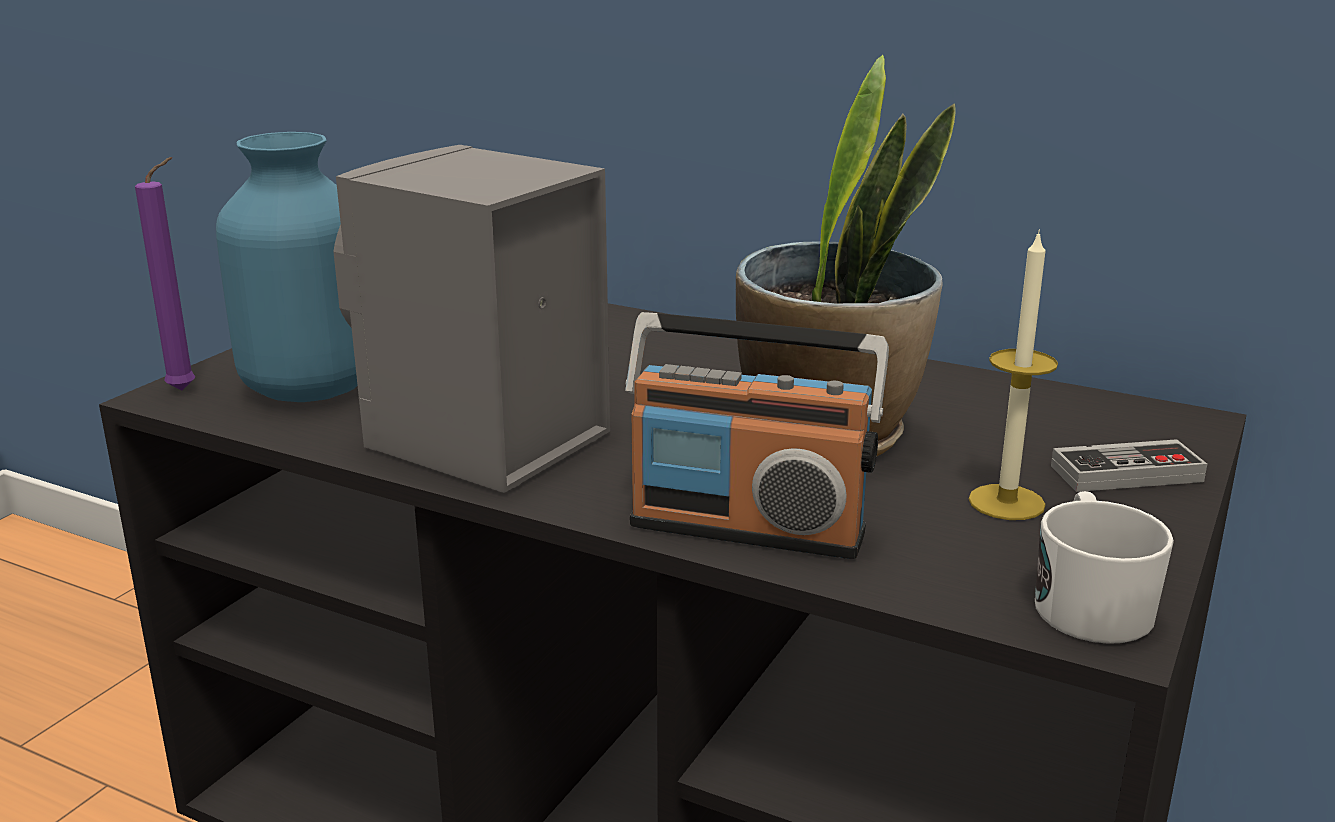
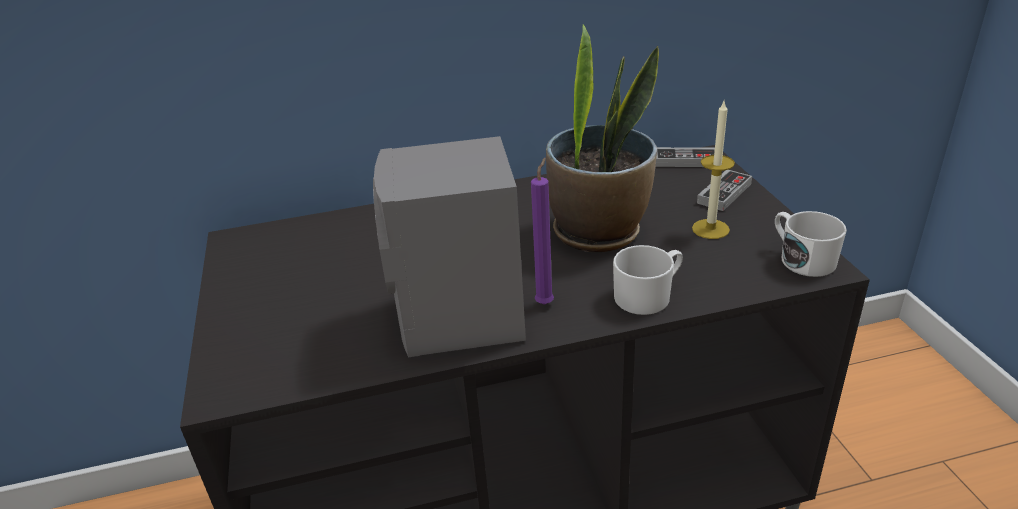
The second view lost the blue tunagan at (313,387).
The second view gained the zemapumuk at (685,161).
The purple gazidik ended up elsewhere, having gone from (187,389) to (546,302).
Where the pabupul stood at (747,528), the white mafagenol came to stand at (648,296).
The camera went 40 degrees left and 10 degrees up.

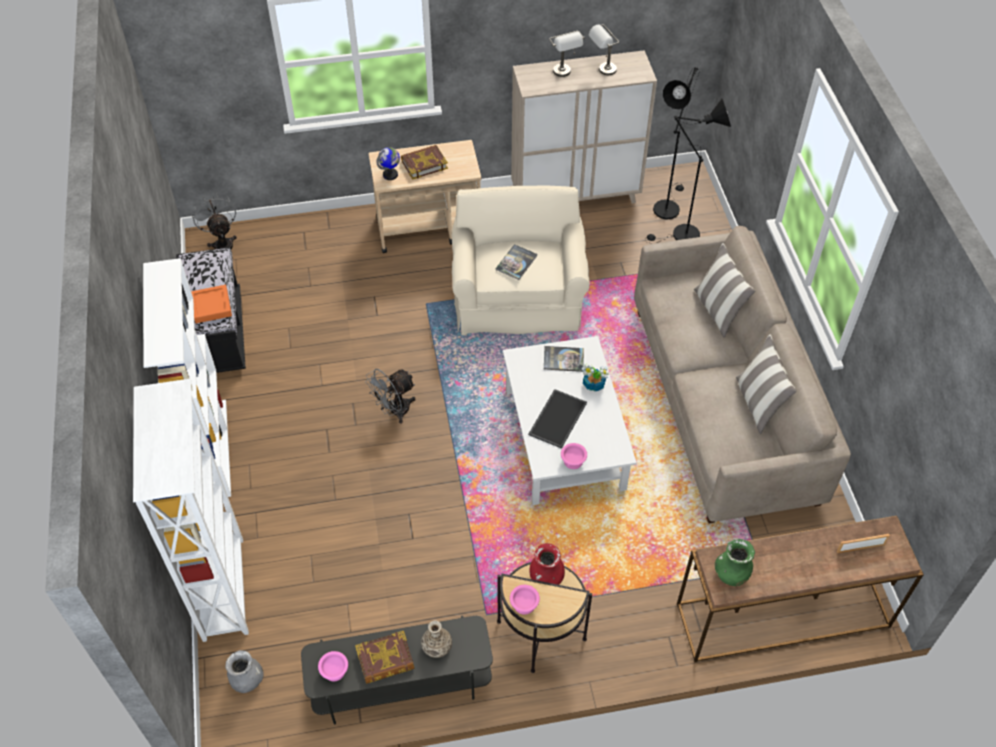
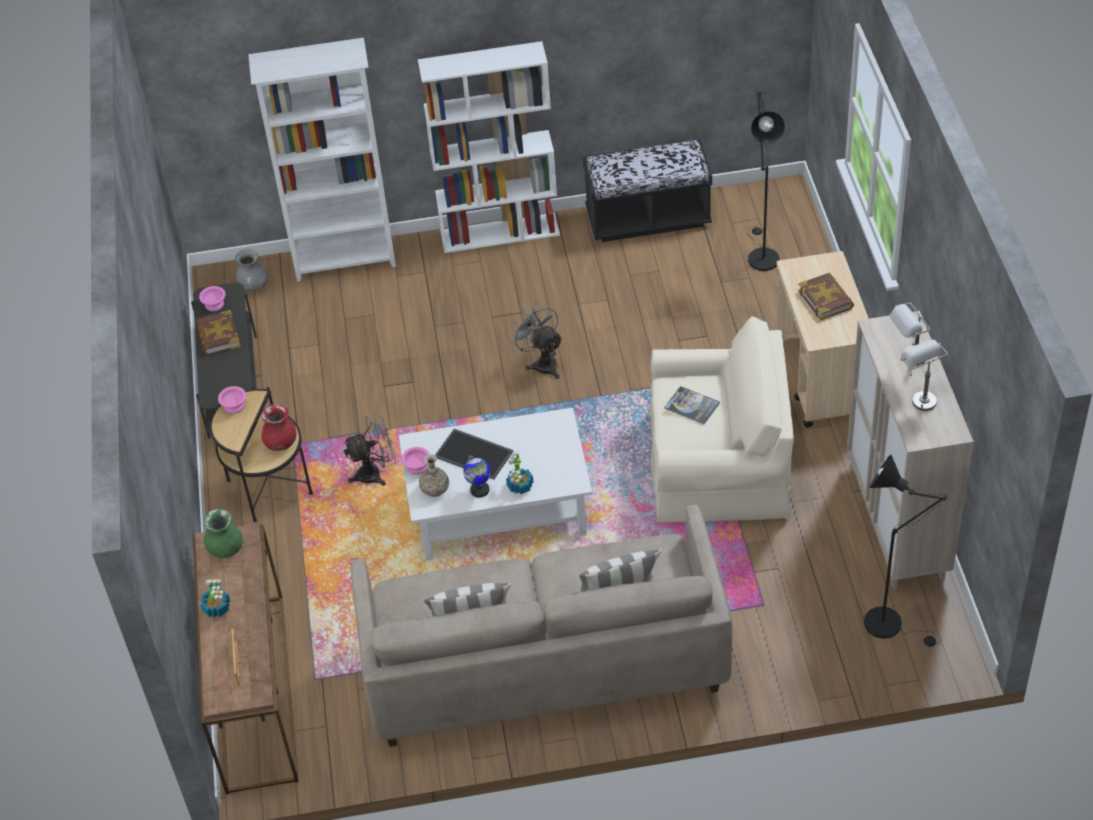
The second view lost the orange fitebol at (211,306).
The second view lost the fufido at (563,359).
The second view gained the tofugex at (217,607).
The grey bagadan ended up elsewhere, having gone from (222,243) to (375,473).
The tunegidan ended up elsewhere, having gone from (390,175) to (479,490).
The tunagan ended up elsewhere, having gone from (436,646) to (434,489).
The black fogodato ended up elsewhere, having gone from (681,236) to (761,255).
The camera went 95 degrees right and 5 degrees down.

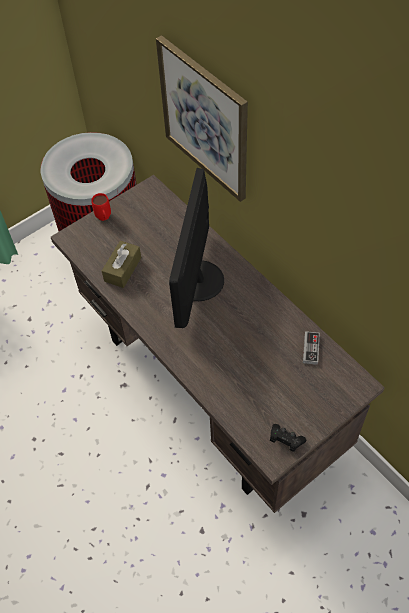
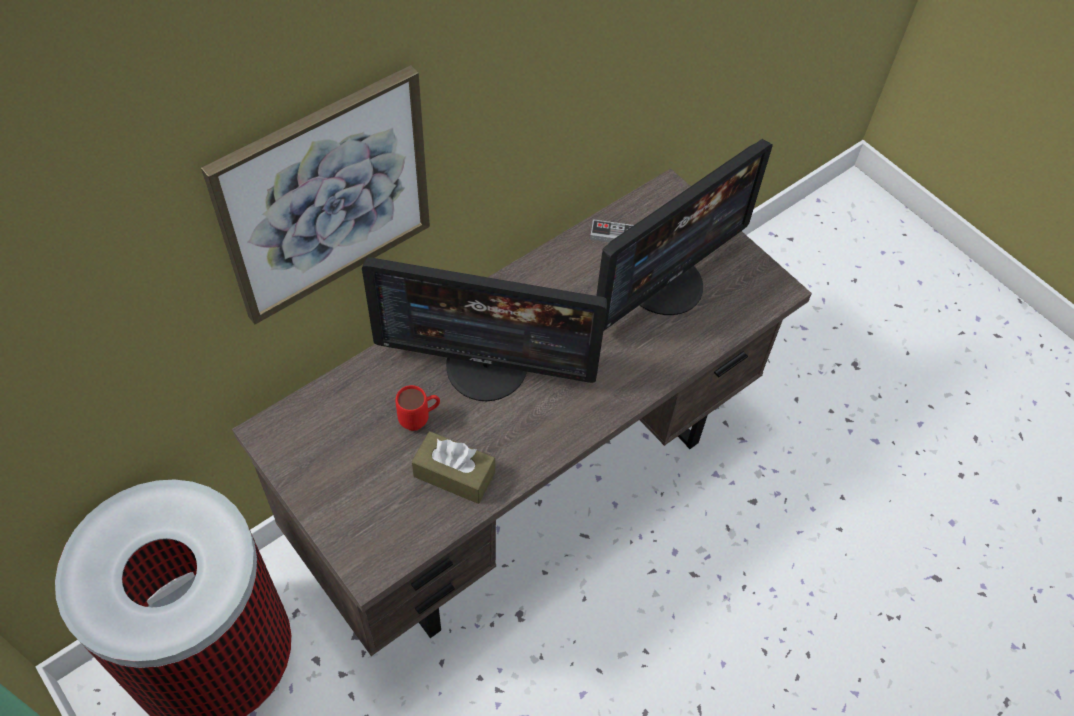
The second view lost the black zemapumuk at (285,440).
The second view gained the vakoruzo at (665,283).
The red mafagenol ended up elsewhere, having gone from (104,218) to (420,420).
The camera went 95 degrees left and 0 degrees up.

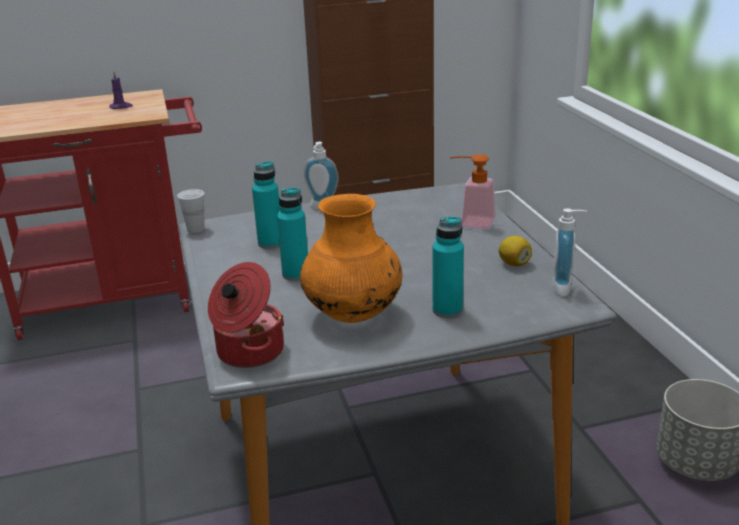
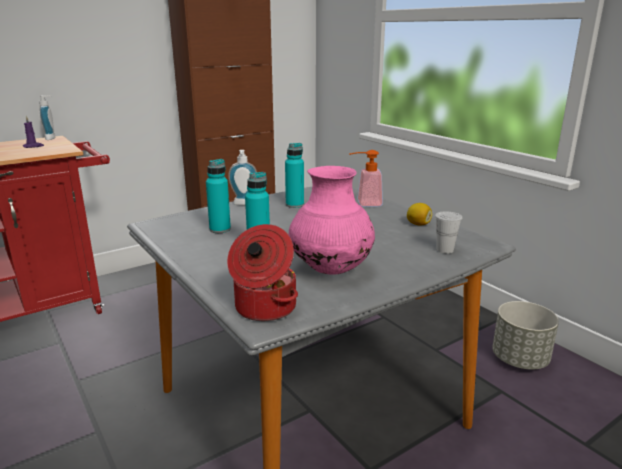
The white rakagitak ended up elsewhere, having gone from (195,229) to (445,250).
The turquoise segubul ended up elsewhere, having gone from (447,310) to (294,205).
The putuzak ended up elsewhere, having gone from (565,288) to (52,138).
What was the orange tunagan at (353,315) turned into the pink tunagan at (331,270).
The camera went 20 degrees left and 5 degrees down.

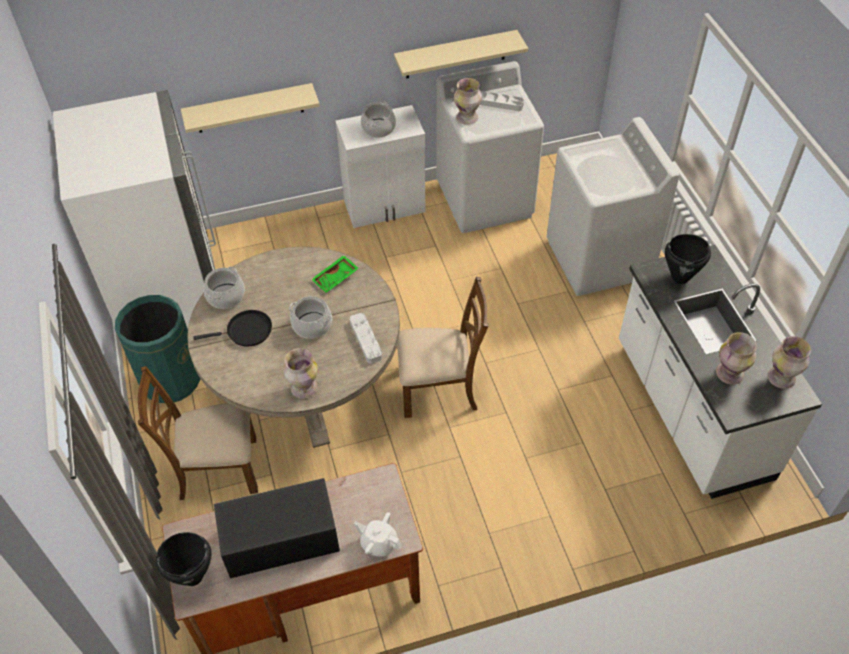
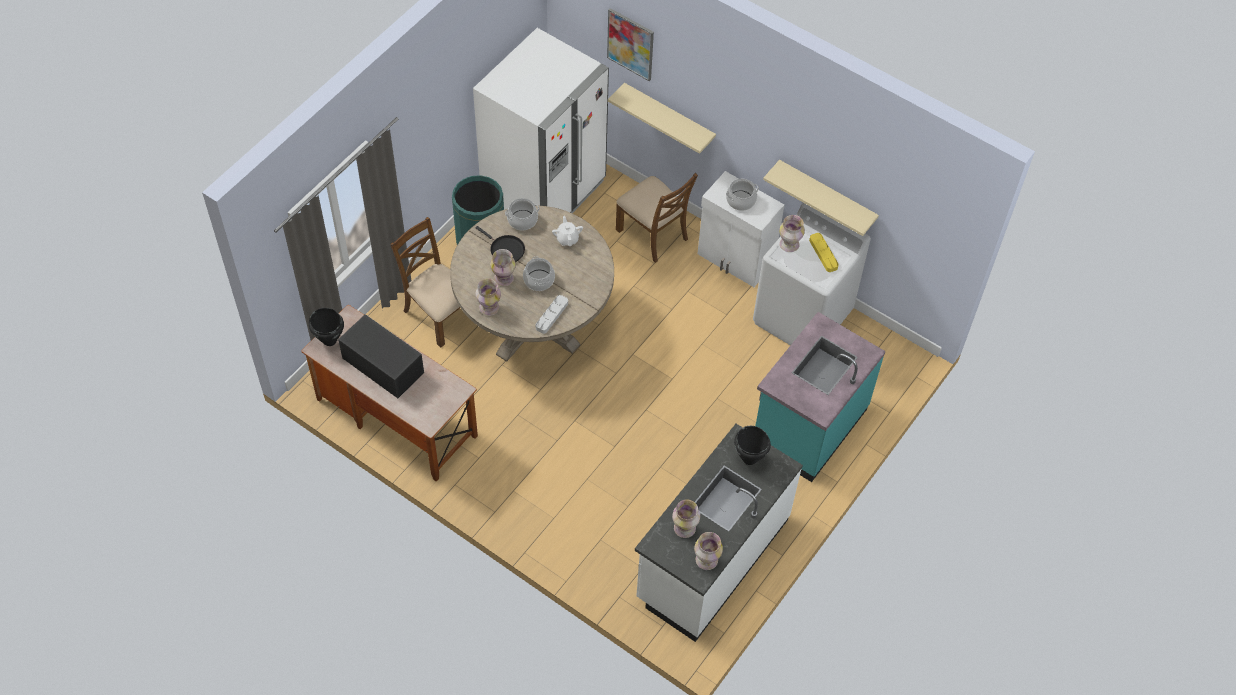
The second view lost the green fitebol at (336,278).
The second view gained the tunagan at (504,278).
The second view gained the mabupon at (630,44).
The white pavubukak ended up elsewhere, having gone from (379,543) to (567,239).
The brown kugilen ended up elsewhere, having gone from (439,389) to (653,234).
Where the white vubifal stood at (599,259), the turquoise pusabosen came to stand at (808,426).
What was the grey fitebol at (498,103) turned into the yellow fitebol at (823,254).
The camera went 50 degrees right and 5 degrees up.

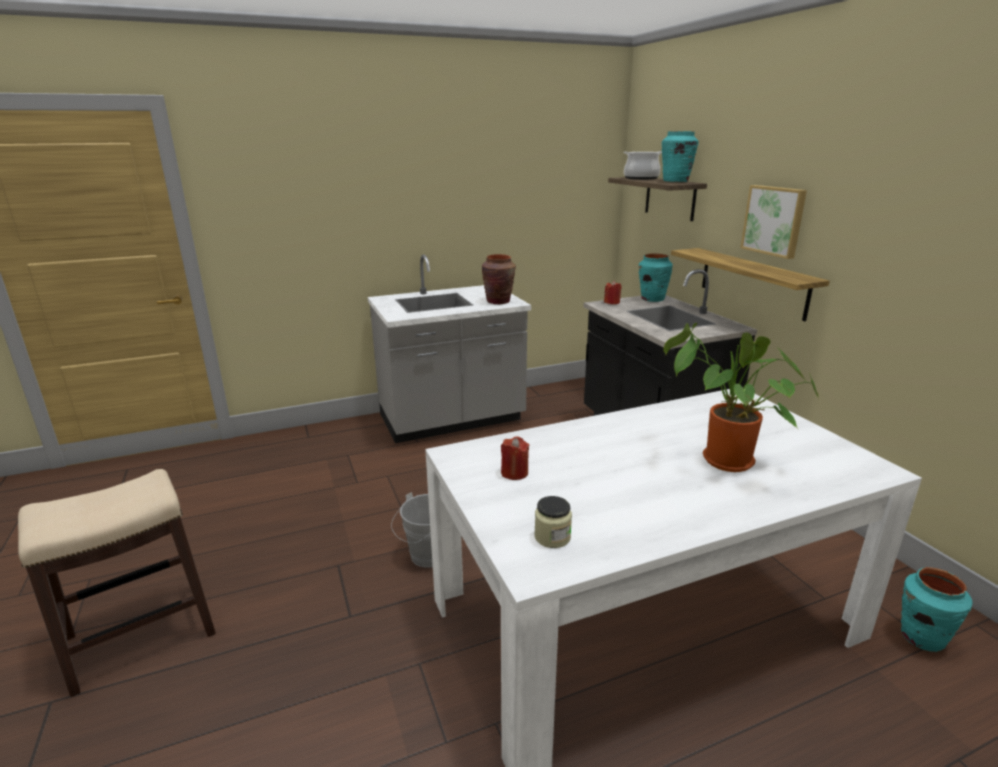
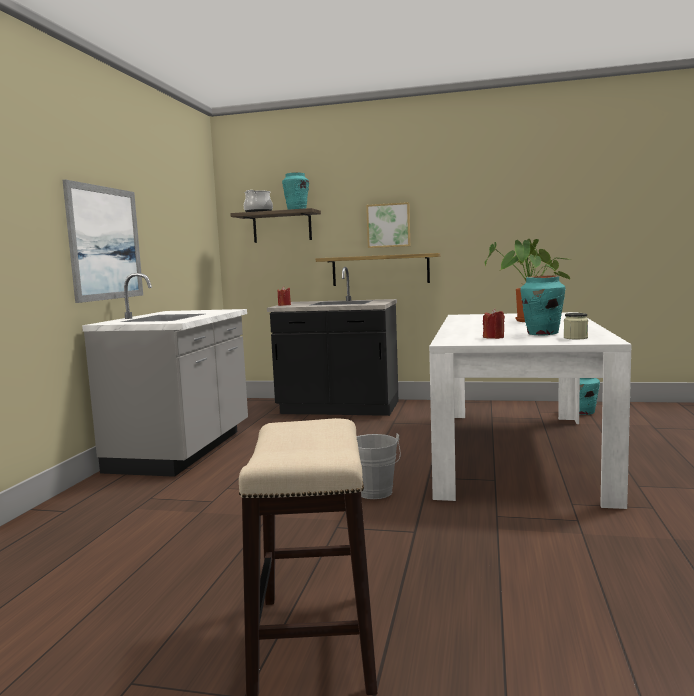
The second view lost the brown tunagan at (498,301).
The second view gained the mabupon at (105,243).
The turquoise tunagan ended up elsewhere, having gone from (652,299) to (542,333).
The camera went 55 degrees left and 15 degrees down.

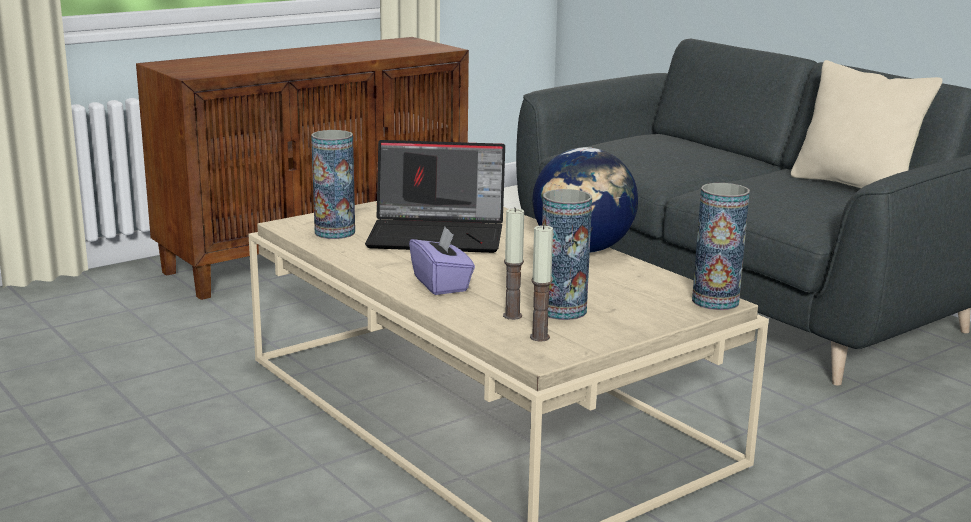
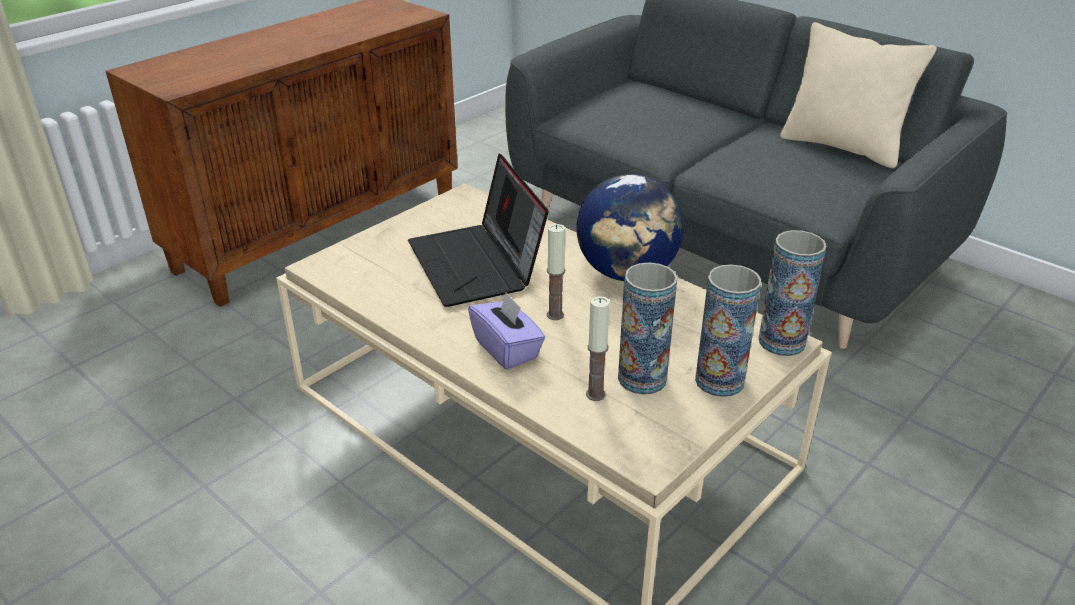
The tunagan ended up elsewhere, having gone from (335,232) to (719,381).
The gazidik ended up elsewhere, having gone from (539,337) to (555,315).
The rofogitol at (439,235) ended up facing another way, 75 degrees clockwise from before.
The camera went 10 degrees left and 15 degrees up.

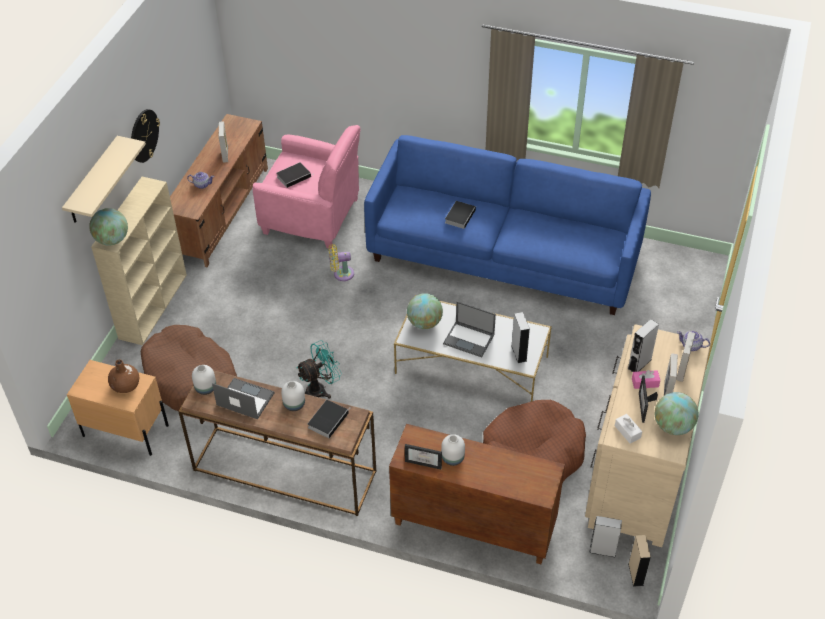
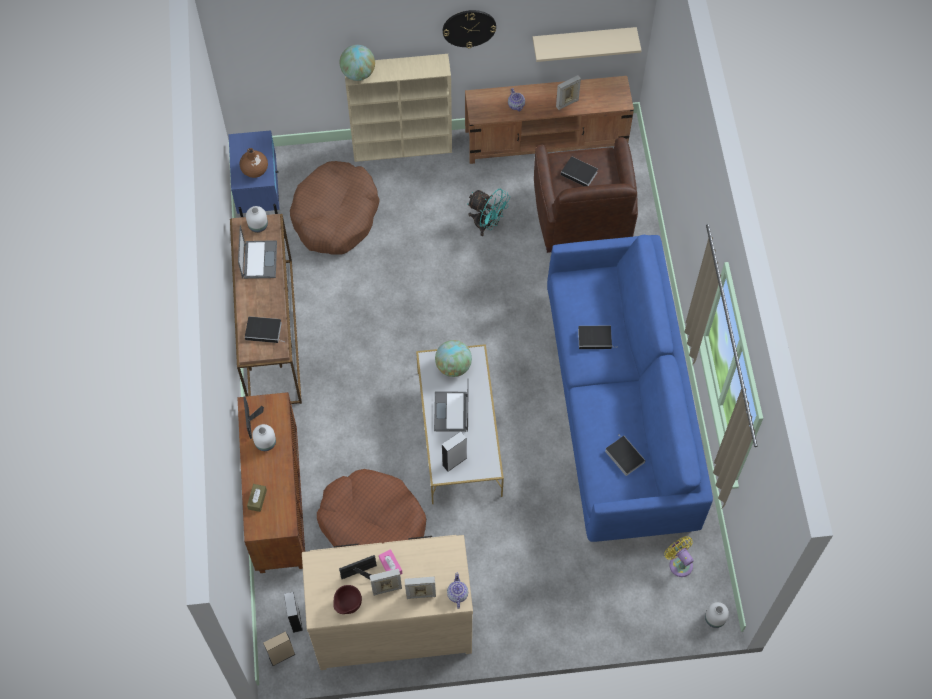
The second view lost the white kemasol at (627,432).
The second view lost the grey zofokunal at (639,364).
The second view gained the brown kemasol at (257,499).
The second view gained the fufido at (623,456).
The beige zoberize ended up elsewhere, having gone from (93,181) to (583,40).
The white tunagan ended up elsewhere, having gone from (295,404) to (715,619).
The turquoise bagadan ended up elsewhere, having gone from (320,389) to (487,224).
The yellow bagadan ended up elsewhere, having gone from (341,274) to (679,563).
Where the tunegidan stood at (673,426), the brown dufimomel came to stand at (347,605).
What was the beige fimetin at (125,430) turned into the blue fimetin at (260,197).
What was the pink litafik at (312,216) turned into the brown litafik at (582,217).
The camera went 65 degrees right and 15 degrees up.

